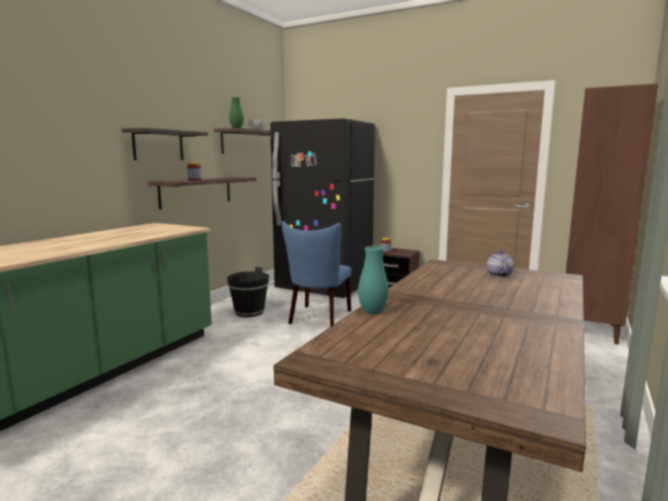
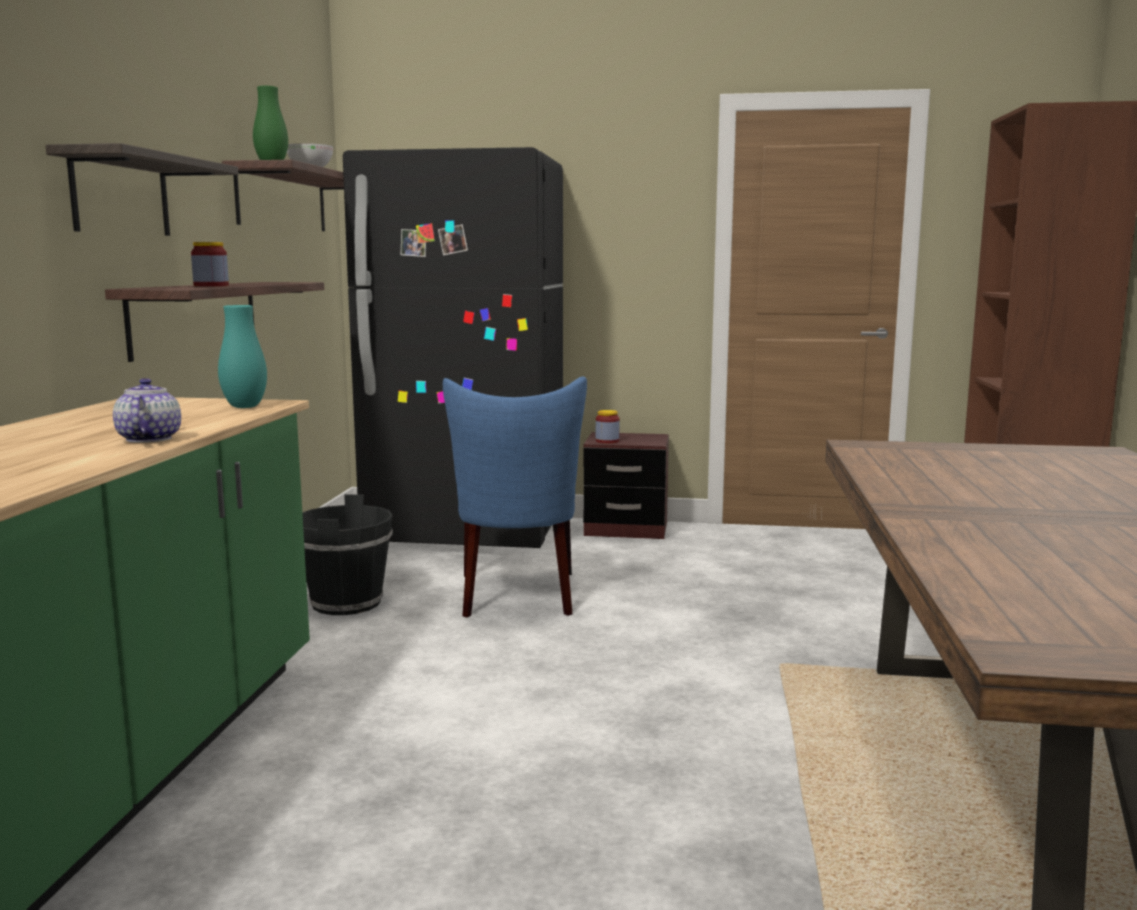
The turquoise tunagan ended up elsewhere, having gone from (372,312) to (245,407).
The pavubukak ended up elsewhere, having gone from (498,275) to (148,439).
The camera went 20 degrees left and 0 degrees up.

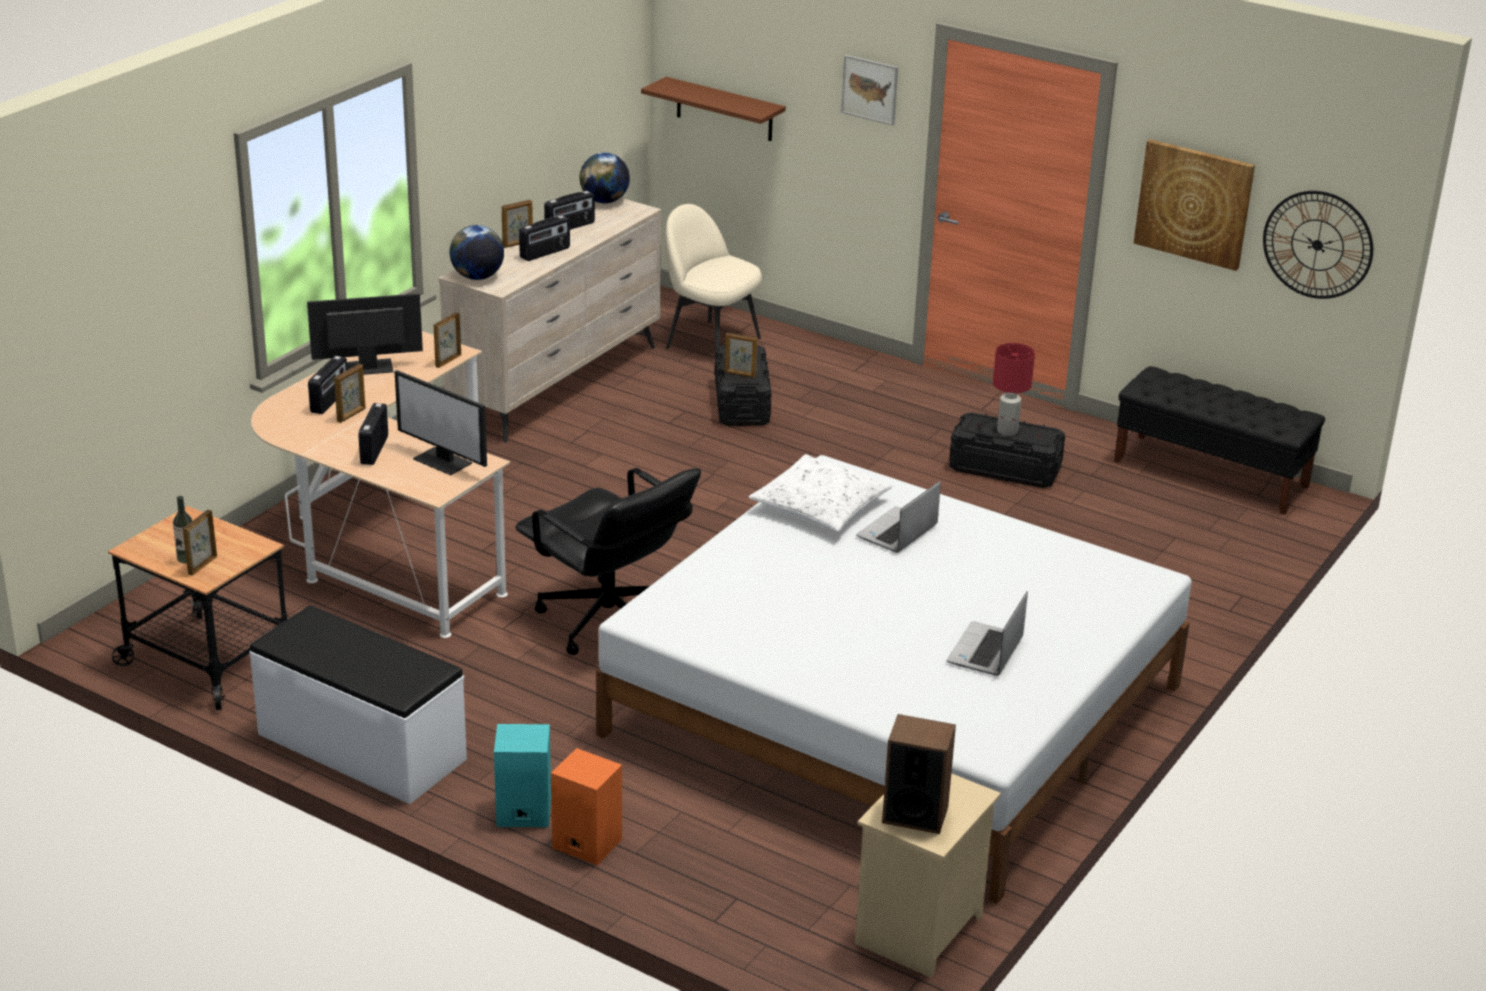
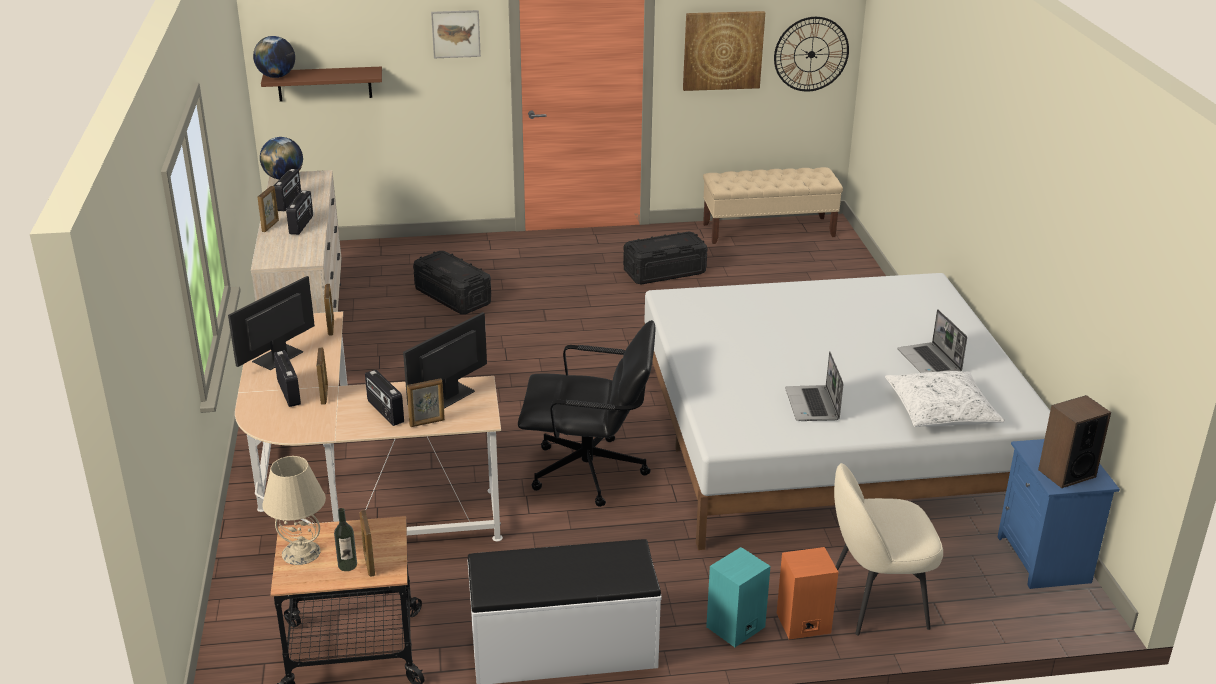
The second view lost the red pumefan at (1008,431).
The second view gained the beige pumefan at (300,553).
The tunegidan ended up elsewhere, having gone from (477,277) to (276,76).
The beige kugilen ended up elsewhere, having gone from (711,342) to (876,601).
The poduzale ended up elsewhere, having gone from (740,374) to (427,423).
The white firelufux ended up elsewhere, having gone from (820,506) to (940,410).
The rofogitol ended up elsewhere, having gone from (897,533) to (813,405).
What was the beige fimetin at (920,932) turned into the blue fimetin at (1045,560).
What was the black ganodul at (1211,474) turned into the beige ganodul at (769,230).
The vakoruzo at (443,461) ended up facing another way, 135 degrees clockwise from before.
The camera went 40 degrees left and 0 degrees up.

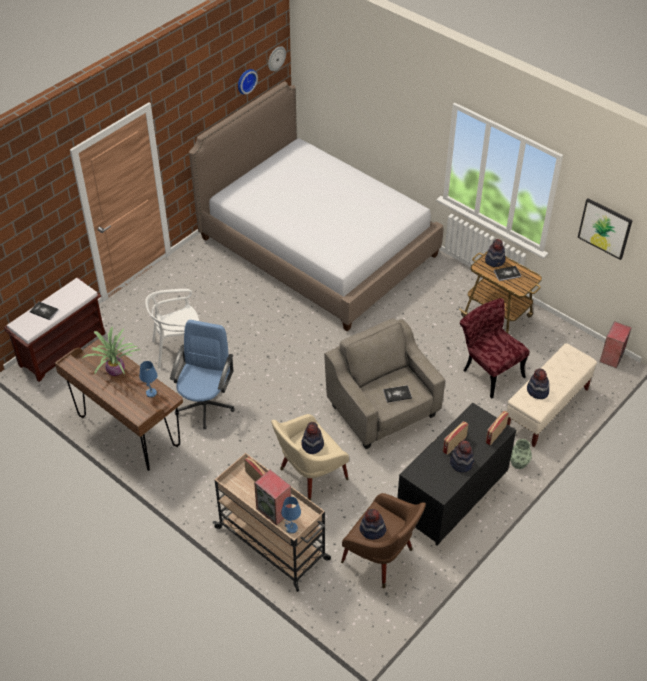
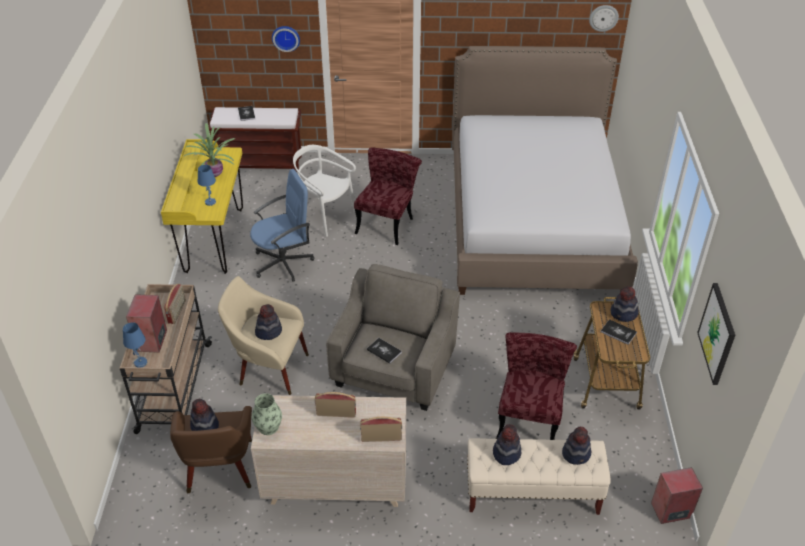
The second view gained the red kugilen at (387,222).
The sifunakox ended up elsewhere, having gone from (245,80) to (286,37).
The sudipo ended up elsewhere, having gone from (461,462) to (576,453).
The tunagan ended up elsewhere, having gone from (518,463) to (268,427).
What was the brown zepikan at (128,432) turned into the yellow zepikan at (214,240).
What was the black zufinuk at (451,500) turned into the beige zufinuk at (335,483).
The camera went 50 degrees right and 5 degrees down.

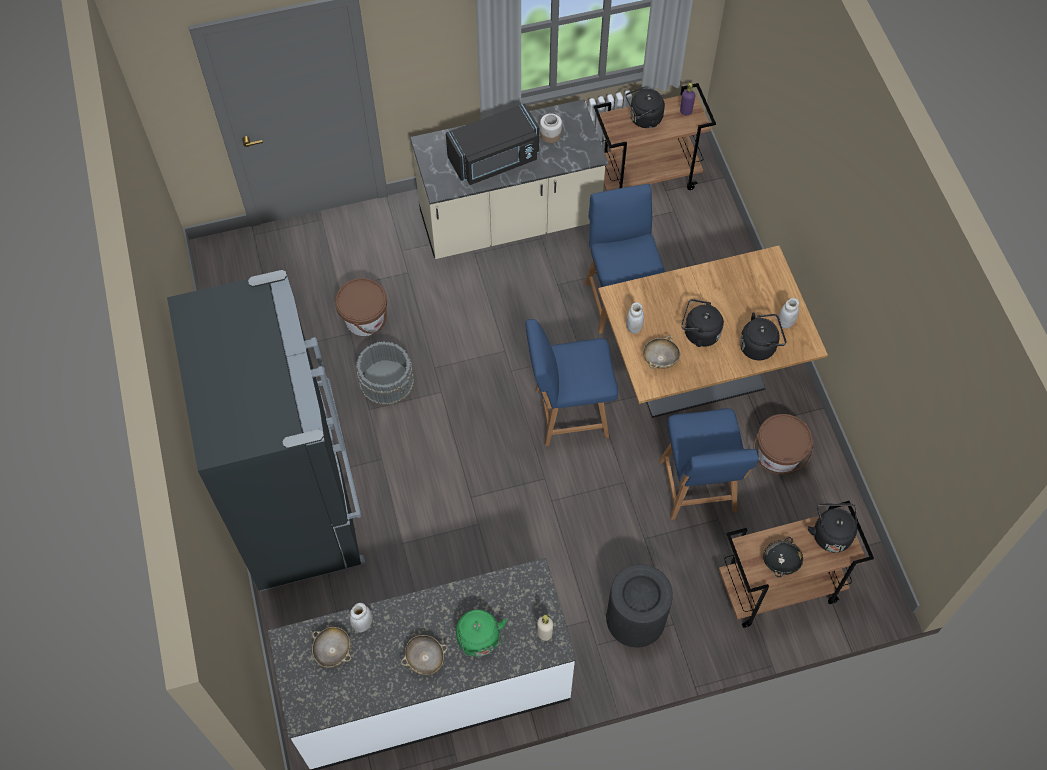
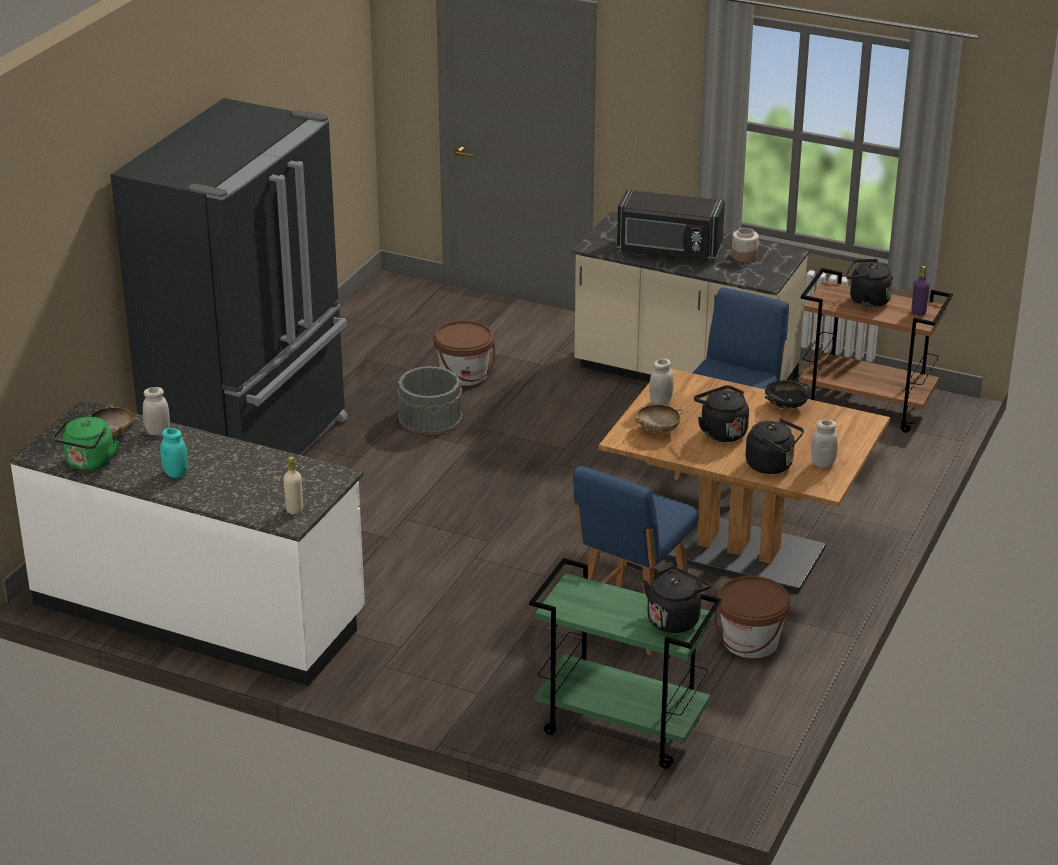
The second view lost the blue kugilen at (568,413).
The second view lost the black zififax at (635,619).
The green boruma ended up elsewhere, having gone from (480,641) to (89,463).
The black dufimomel ended up elsewhere, having gone from (781,562) to (785,406).
Where the beige dufimomel stood at (425,659), the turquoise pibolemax came to stand at (176,473).
What was the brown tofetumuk at (778,589) turned into the green tofetumuk at (619,728).
The camera went 40 degrees right and 30 degrees down.

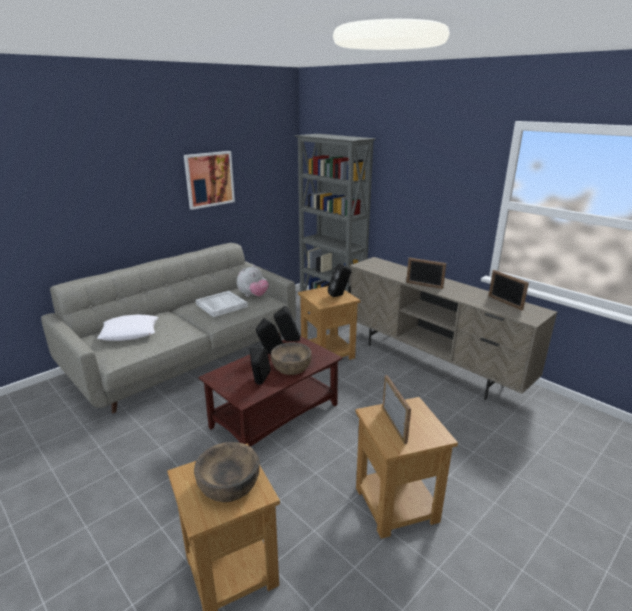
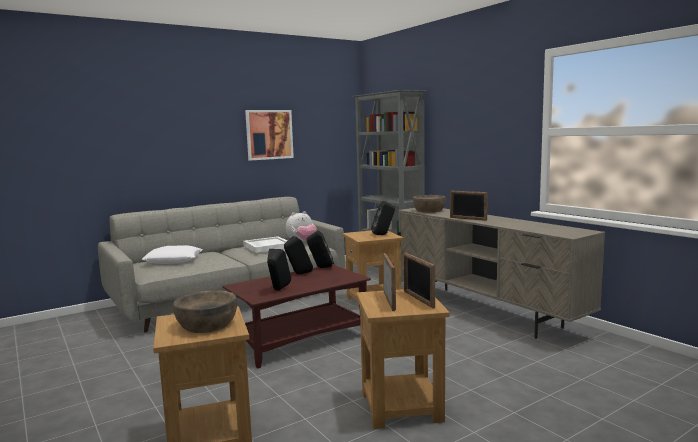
The brown dufimomel ended up elsewhere, having gone from (291,367) to (429,210).
The poduzale ended up elsewhere, having gone from (504,303) to (418,299).
The camera went 10 degrees right and 15 degrees down.

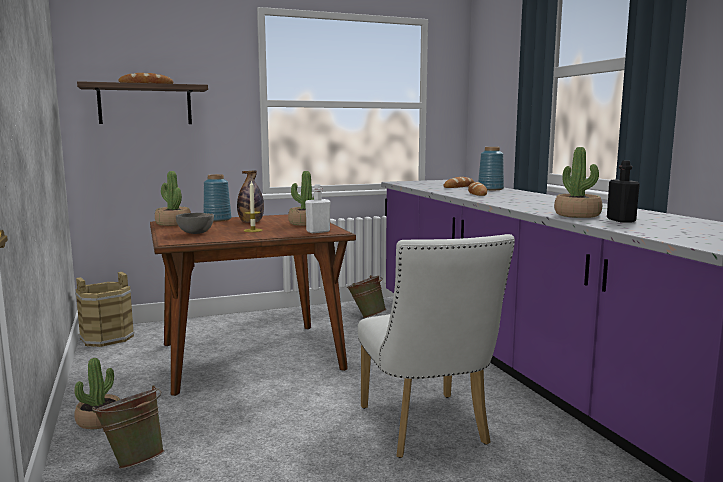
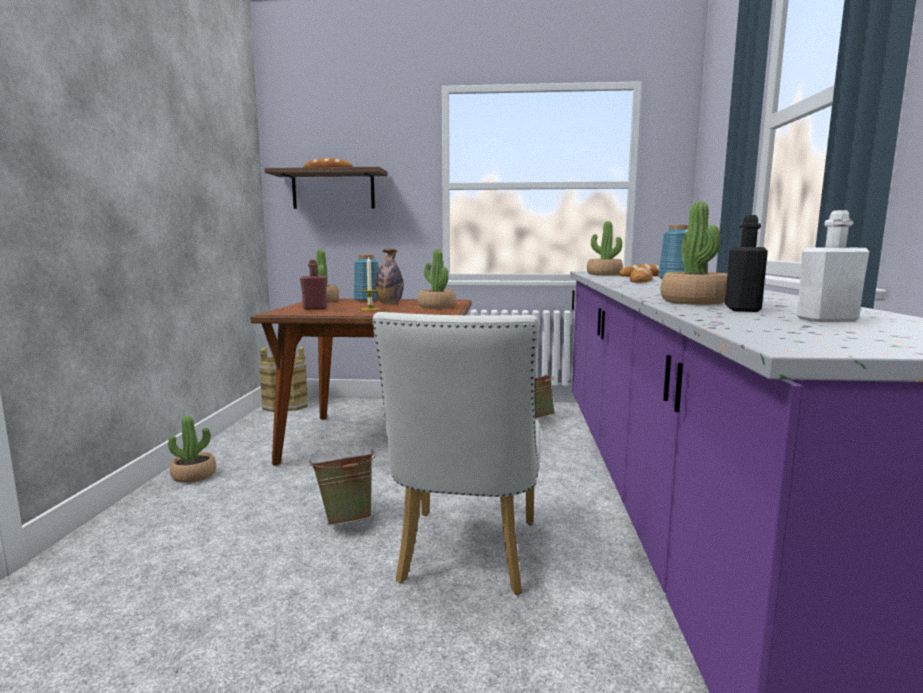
The second view gained the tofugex at (604,274).
The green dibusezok ended up elsewhere, having gone from (134,460) to (346,520).
The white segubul ended up elsewhere, having gone from (318,231) to (826,320).
Where the grey dufimomel stood at (196,233), the red segubul came to stand at (314,308).
The camera went 25 degrees right and 0 degrees up.

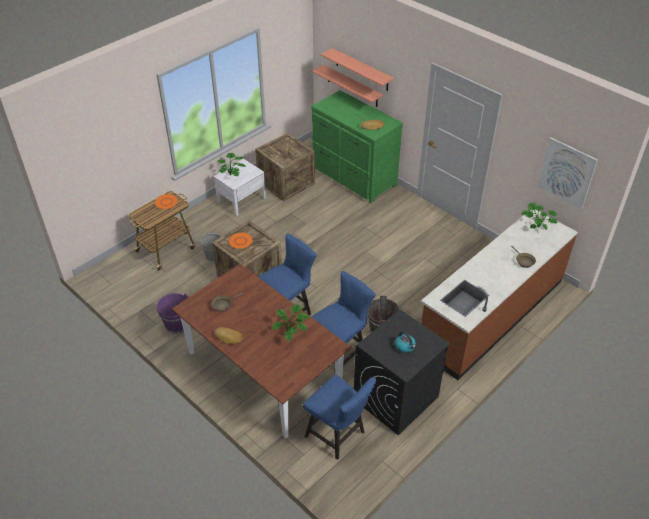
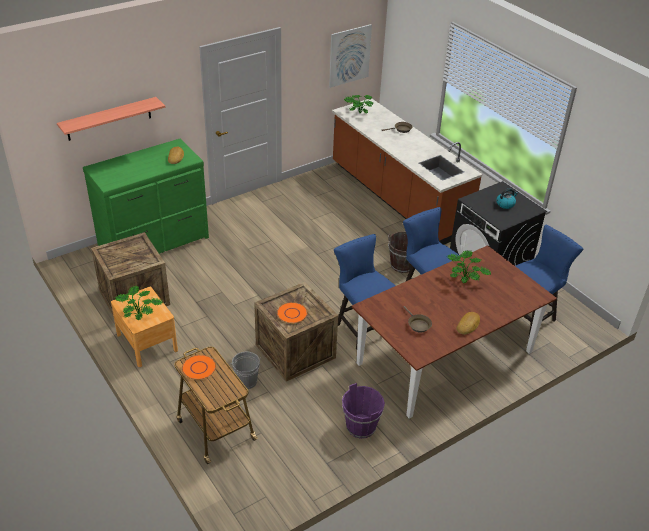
The second view lost the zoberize at (352,86).
What was the white fimetin at (241,200) turned into the brown fimetin at (147,342).
The camera went 80 degrees left and 5 degrees down.

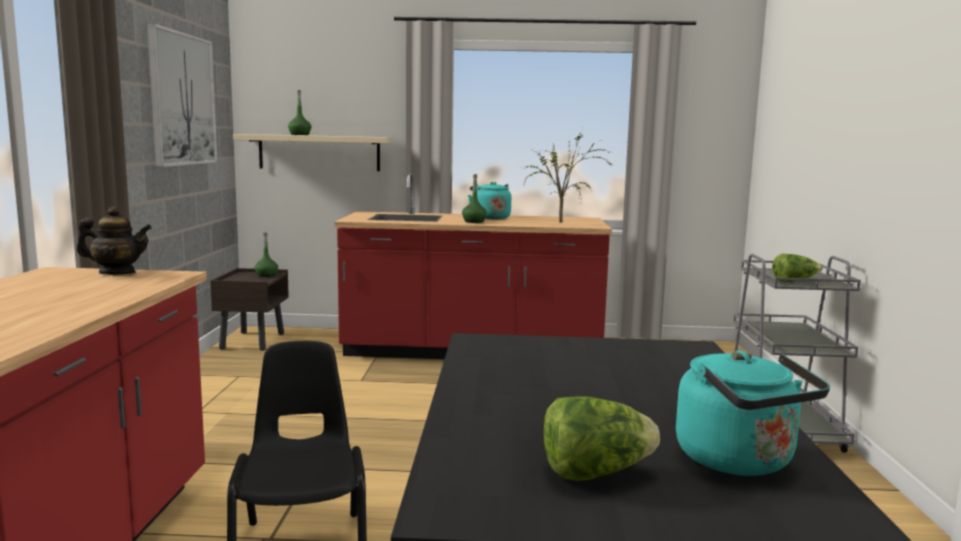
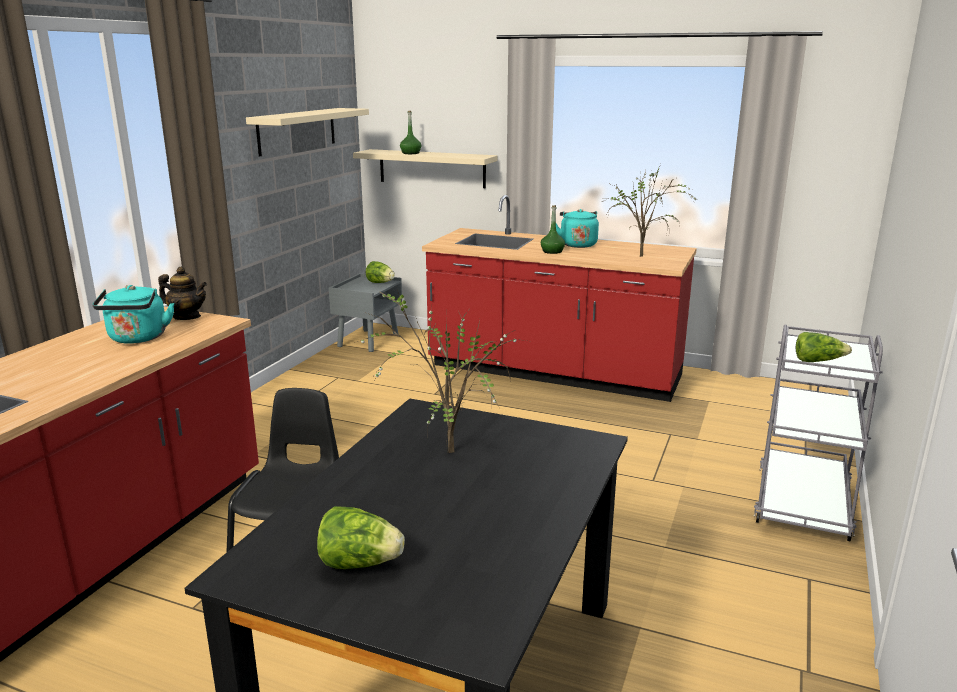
The second view gained the tofugex at (445,452).
The turquoise boruma ended up elsewhere, having gone from (740,462) to (137,339).
Where the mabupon hung at (182,99), the beige zoberize came to hang at (297,130).
Where the green segubul stood at (266,275), the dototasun came to stand at (380,283).
What was the brown fimetin at (252,341) turned into the grey fimetin at (368,340).
The camera went 20 degrees right and 10 degrees up.

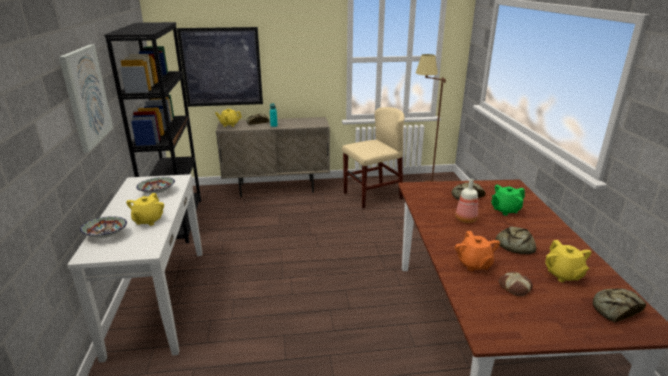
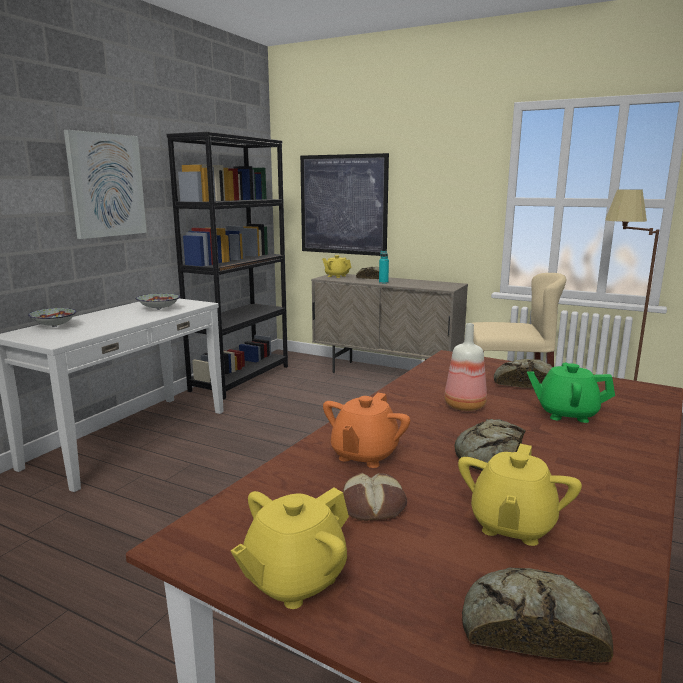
The yellow pavubukak ended up elsewhere, having gone from (148,220) to (294,580).
The camera went 35 degrees right and 10 degrees down.

